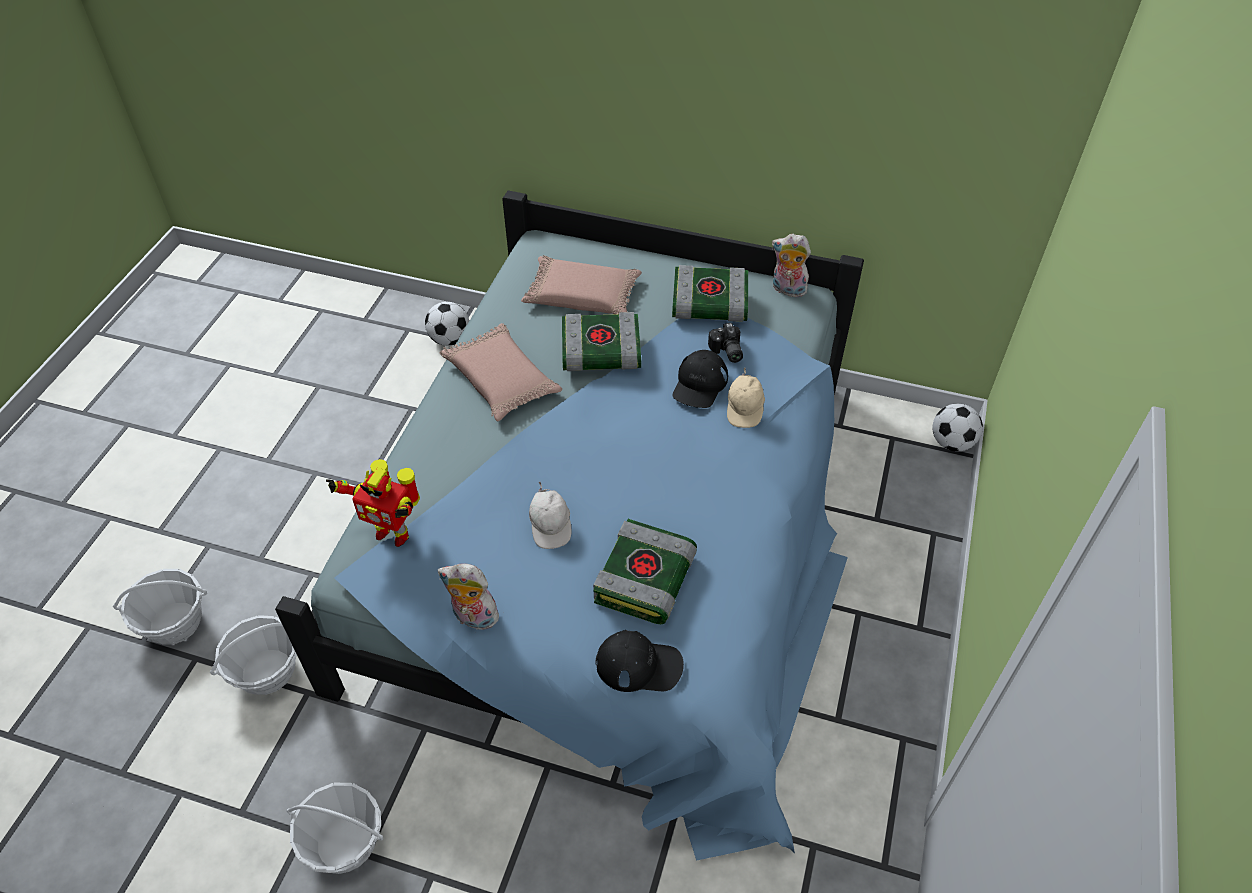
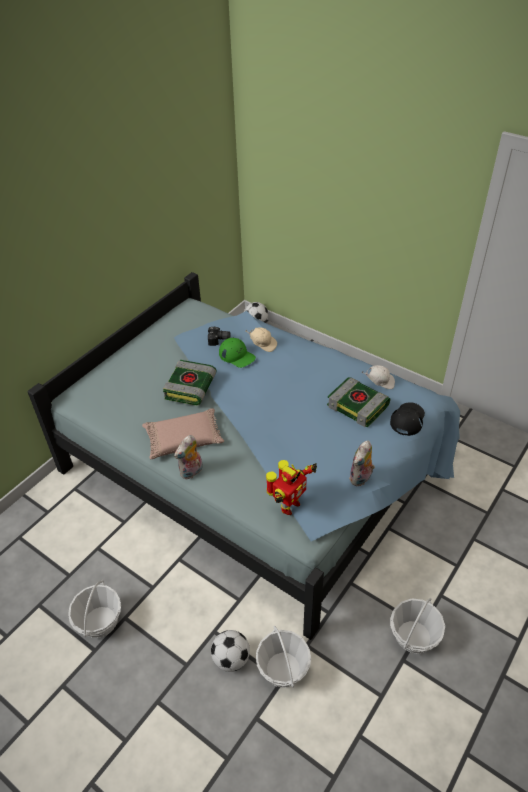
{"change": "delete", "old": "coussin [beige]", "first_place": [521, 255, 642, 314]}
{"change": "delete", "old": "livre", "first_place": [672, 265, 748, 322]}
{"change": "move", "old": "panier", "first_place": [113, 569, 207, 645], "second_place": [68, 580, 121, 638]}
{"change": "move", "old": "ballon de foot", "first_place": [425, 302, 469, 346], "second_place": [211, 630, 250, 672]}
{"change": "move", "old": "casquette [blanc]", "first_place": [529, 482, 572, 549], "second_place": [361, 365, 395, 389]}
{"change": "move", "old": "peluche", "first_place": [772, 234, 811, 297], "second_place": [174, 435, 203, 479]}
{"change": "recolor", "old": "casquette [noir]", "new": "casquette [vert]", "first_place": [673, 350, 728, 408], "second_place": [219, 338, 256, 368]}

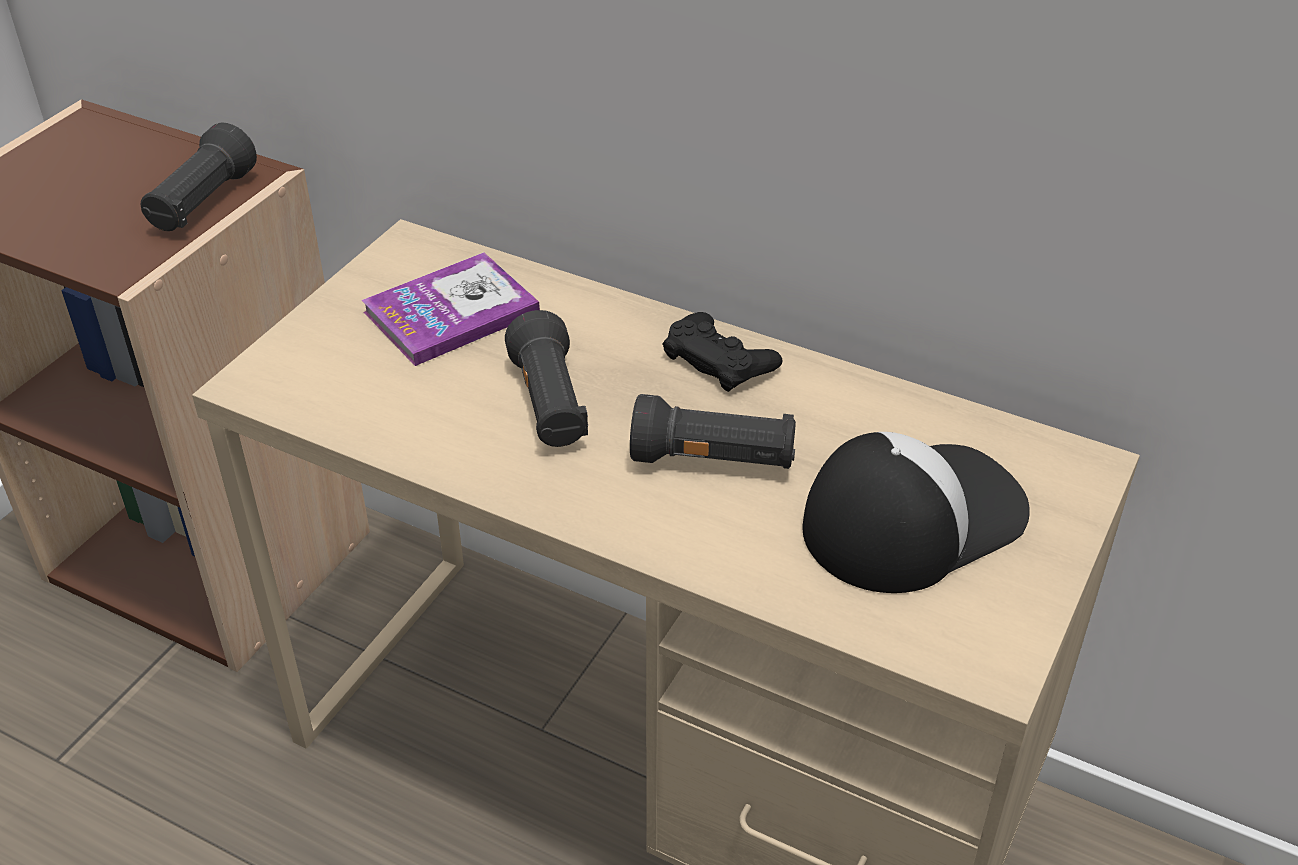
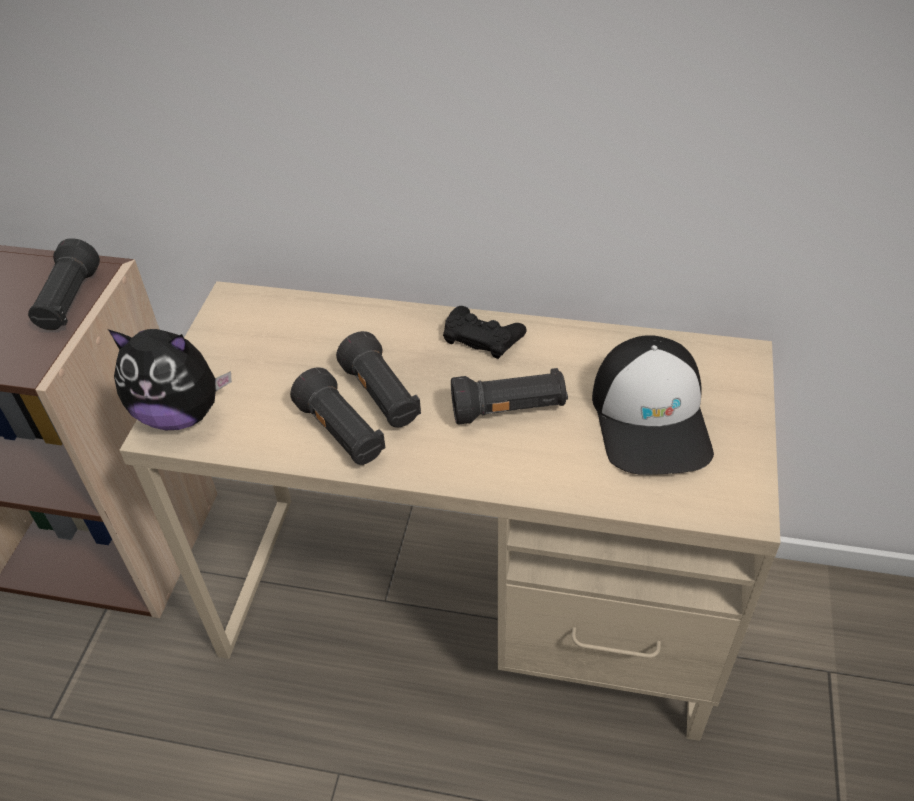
{"change": "delete", "old": "livre", "first_place": [362, 252, 540, 366]}
{"change": "insert", "new": "peluche", "second_place": [108, 329, 232, 430]}
{"change": "insert", "new": "lampe de poche [noir]", "second_place": [290, 367, 385, 465]}
{"change": "rotate", "old": "casquette", "first_place": [803, 432, 1030, 593], "second_place": [592, 335, 714, 475], "degrees": 135}

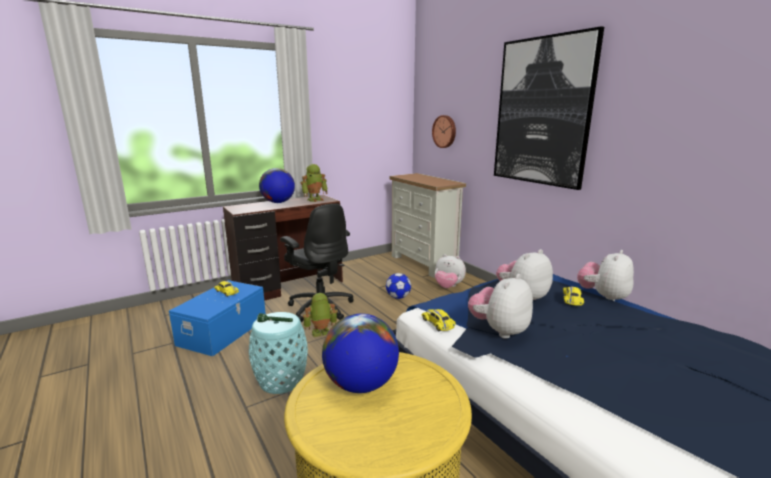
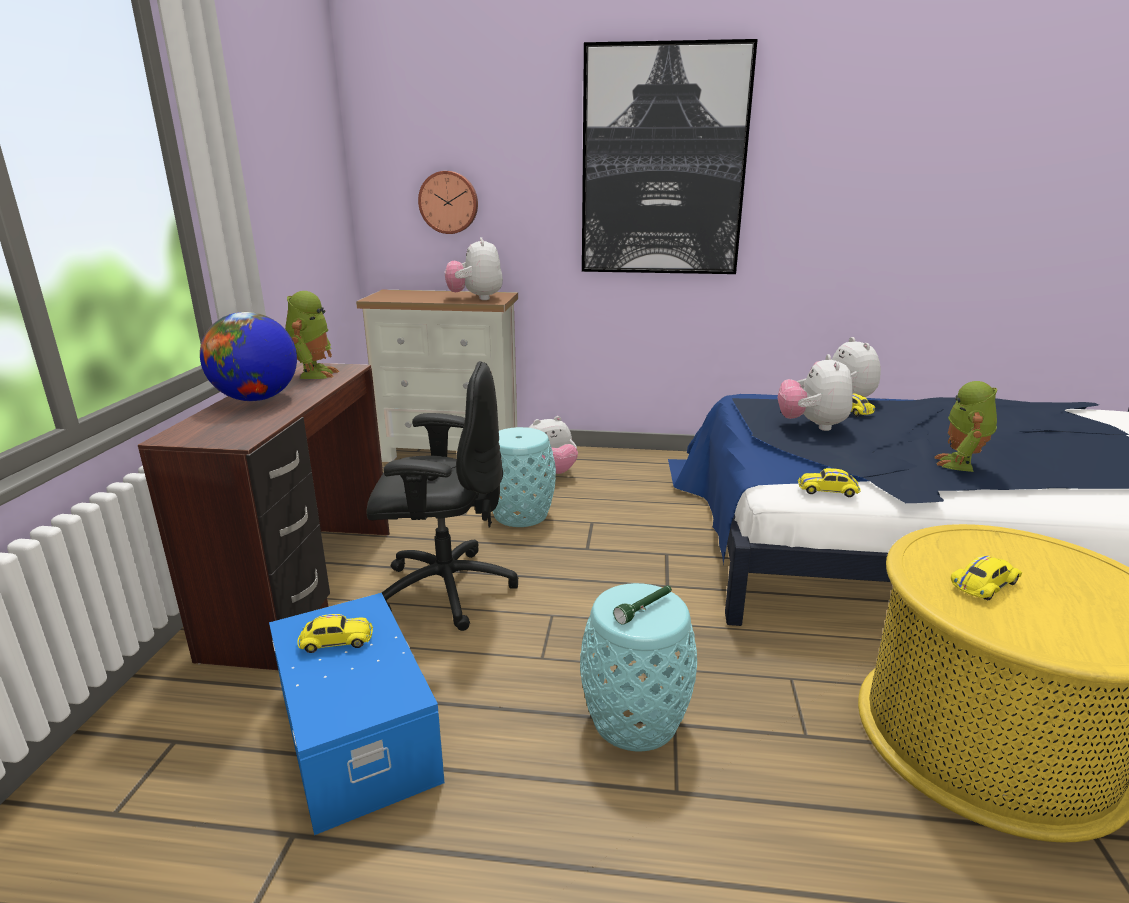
{"change": "move", "old": "robot jouet", "first_place": [303, 293, 338, 337], "second_place": [934, 381, 997, 472]}
{"change": "move", "old": "peluche", "first_place": [468, 274, 533, 339], "second_place": [445, 237, 503, 300]}
{"change": "replace", "old": "globe", "new": "petite voiture [jaune]", "first_place": [322, 313, 399, 393], "second_place": [951, 555, 1022, 601]}
{"change": "replace", "old": "ballon de foot", "new": "tabouret [turquoise]", "first_place": [386, 273, 411, 299], "second_place": [493, 427, 556, 527]}

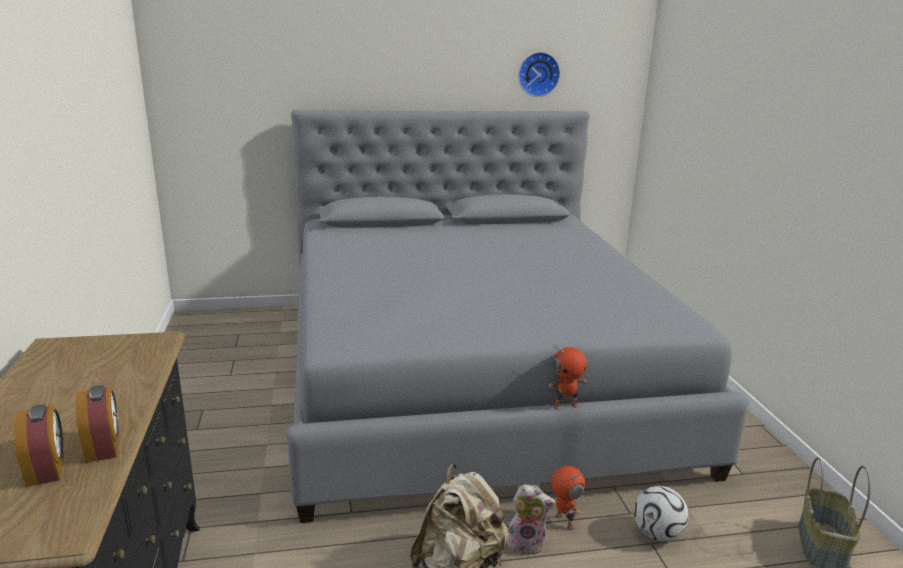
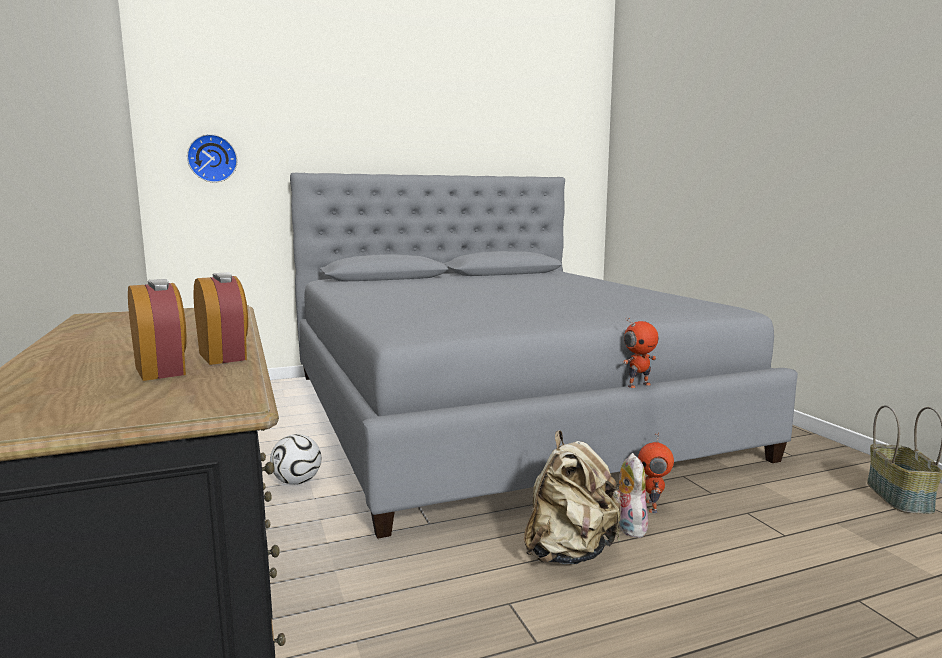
{"change": "move", "old": "horloge murale", "first_place": [518, 52, 560, 97], "second_place": [187, 134, 237, 183]}
{"change": "move", "old": "ballon de foot", "first_place": [634, 486, 689, 541], "second_place": [270, 434, 321, 485]}
{"change": "rotate", "old": "peluche", "first_place": [507, 484, 556, 555], "second_place": [613, 453, 648, 538], "degrees": -90}
{"change": "rotate", "old": "robot jouet", "first_place": [551, 466, 585, 530], "second_place": [638, 432, 674, 513], "degrees": -135}

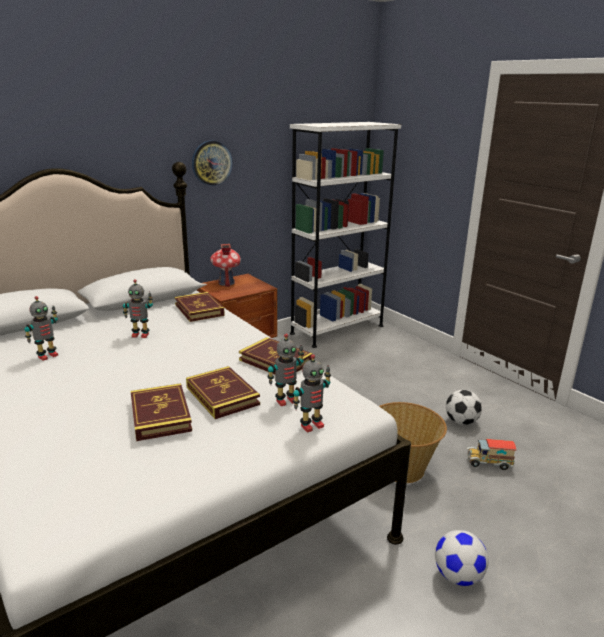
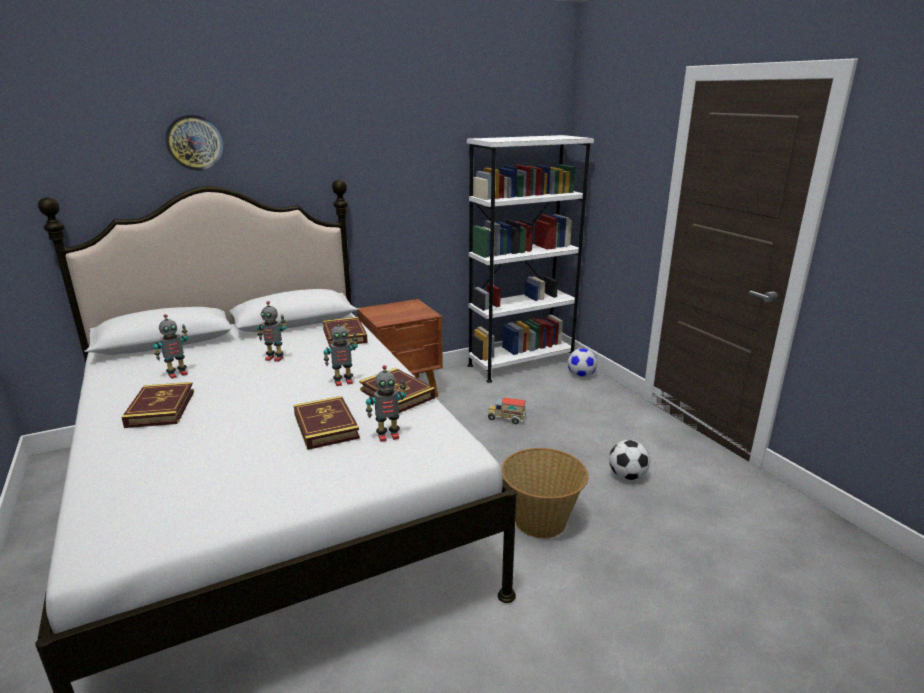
{"change": "delete", "old": "maison miniature", "first_place": [210, 244, 241, 287]}
{"change": "move", "old": "livre", "first_place": [131, 383, 192, 441], "second_place": [121, 382, 194, 428]}
{"change": "move", "old": "horloge murale", "first_place": [192, 140, 233, 186], "second_place": [165, 114, 224, 171]}
{"change": "move", "old": "robot jouet", "first_place": [293, 354, 331, 433], "second_place": [323, 320, 358, 386]}
{"change": "move", "old": "ballon de foot", "first_place": [435, 530, 489, 586], "second_place": [568, 348, 597, 377]}
{"change": "move", "old": "camion jouet", "first_place": [467, 439, 517, 470], "second_place": [487, 397, 526, 424]}

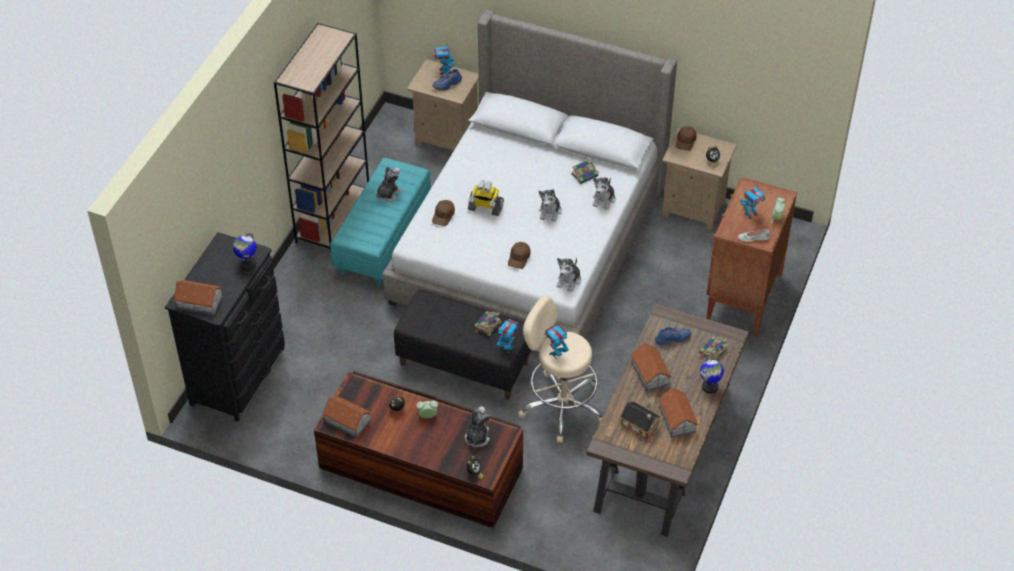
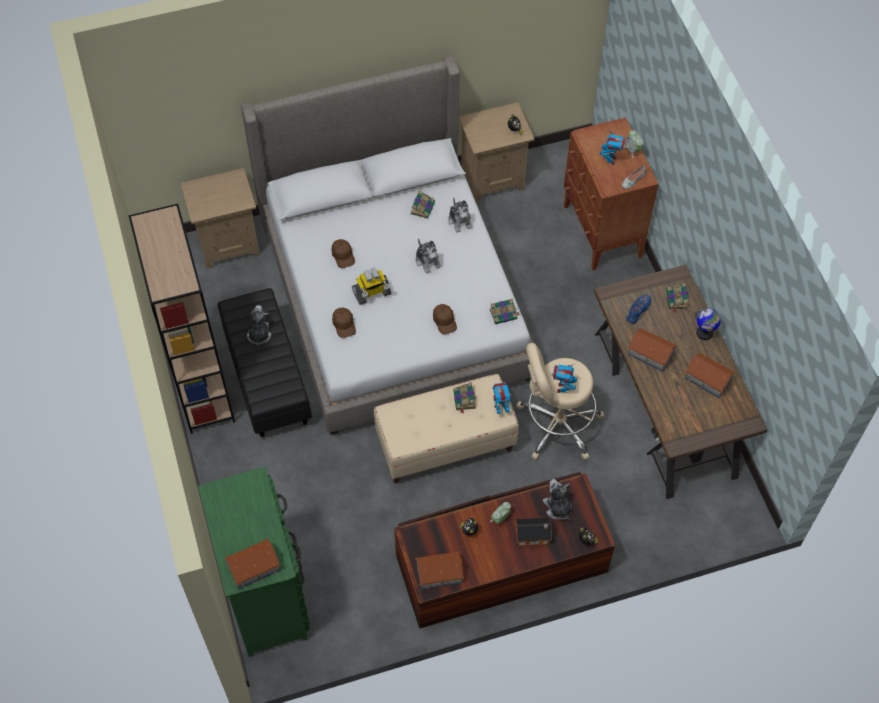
{"change": "delete", "old": "globe", "first_place": [233, 233, 256, 270]}
{"change": "delete", "old": "chaussure [bleu]", "first_place": [432, 69, 462, 91]}
{"change": "delete", "old": "robot jouet", "first_place": [433, 45, 455, 75]}
{"change": "move", "old": "maison miniature", "first_place": [620, 401, 660, 439], "second_place": [515, 517, 552, 546]}
{"change": "move", "old": "casquette [marron]", "first_place": [676, 126, 696, 151], "second_place": [332, 239, 355, 268]}
{"change": "replace", "old": "peluche", "new": "livre", "first_place": [557, 258, 581, 292], "second_place": [490, 298, 520, 324]}
{"change": "recolor", "old": "commode [noir]", "new": "commode [vert]", "first_place": [165, 232, 285, 422], "second_place": [198, 467, 310, 657]}
{"change": "recolor", "old": "pouf [turquoise]", "new": "pouf [noir]", "first_place": [330, 158, 431, 287], "second_place": [218, 288, 312, 437]}
{"change": "recolor", "old": "banc [noir]", "new": "banc [beige]", "first_place": [394, 289, 531, 400], "second_place": [374, 374, 519, 483]}

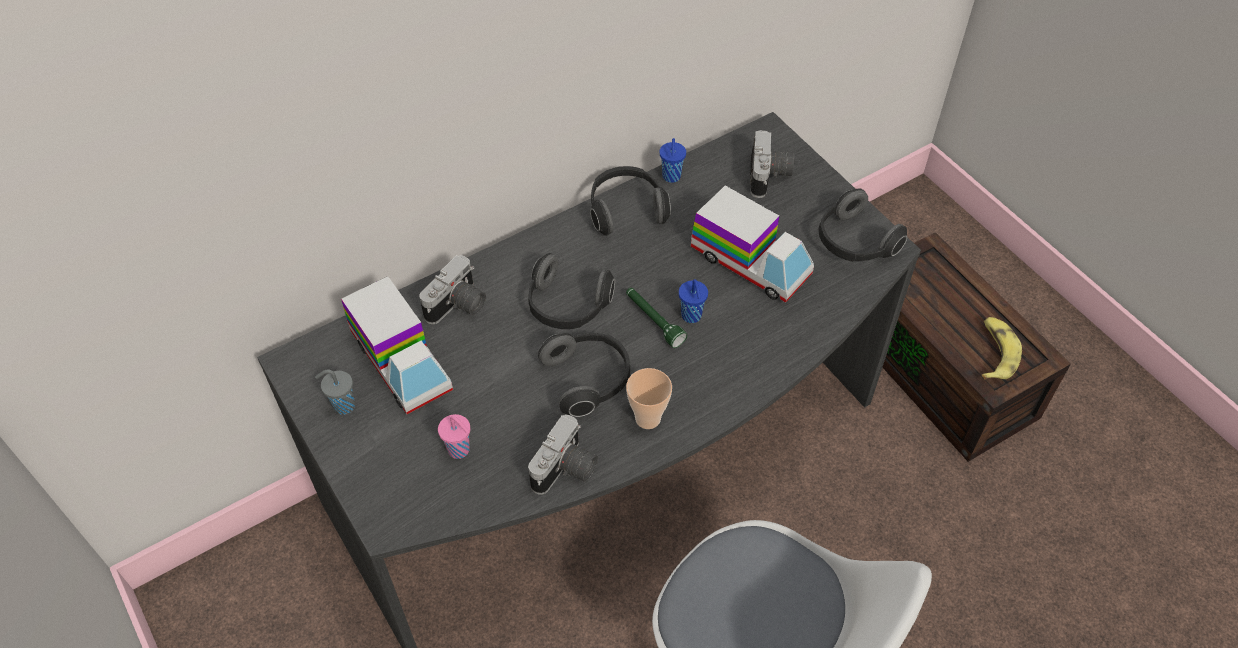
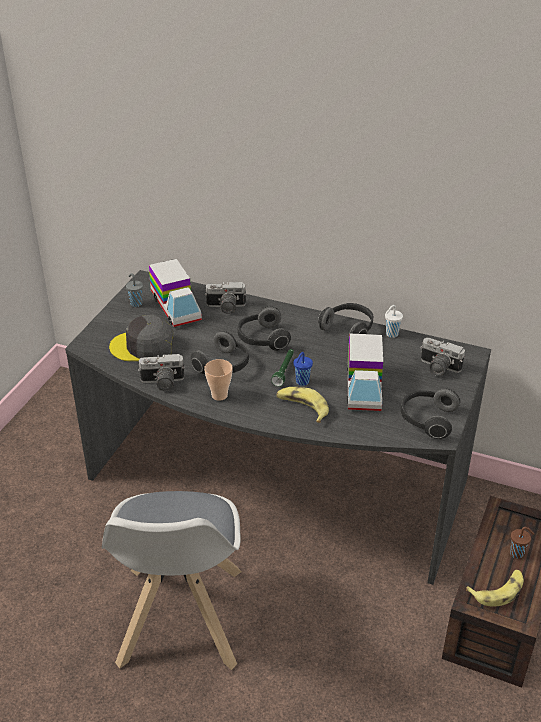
{"change": "insert", "new": "banane", "second_place": [277, 387, 329, 423]}
{"change": "insert", "new": "tasse [marron]", "second_place": [510, 527, 534, 559]}
{"change": "replace", "old": "tasse [rose]", "new": "casquette [gris]", "first_place": [438, 414, 470, 459], "second_place": [109, 315, 175, 361]}
{"change": "recolor", "old": "tasse [bleu]", "new": "tasse [blanc]", "first_place": [659, 138, 686, 183], "second_place": [385, 305, 403, 338]}
{"change": "rotate", "old": "camion jouet", "first_place": [341, 276, 453, 414], "second_place": [149, 259, 202, 327], "degrees": -45}
{"change": "rotate", "old": "appareil photo", "first_place": [750, 130, 794, 198], "second_place": [420, 338, 465, 376], "degrees": 60}

